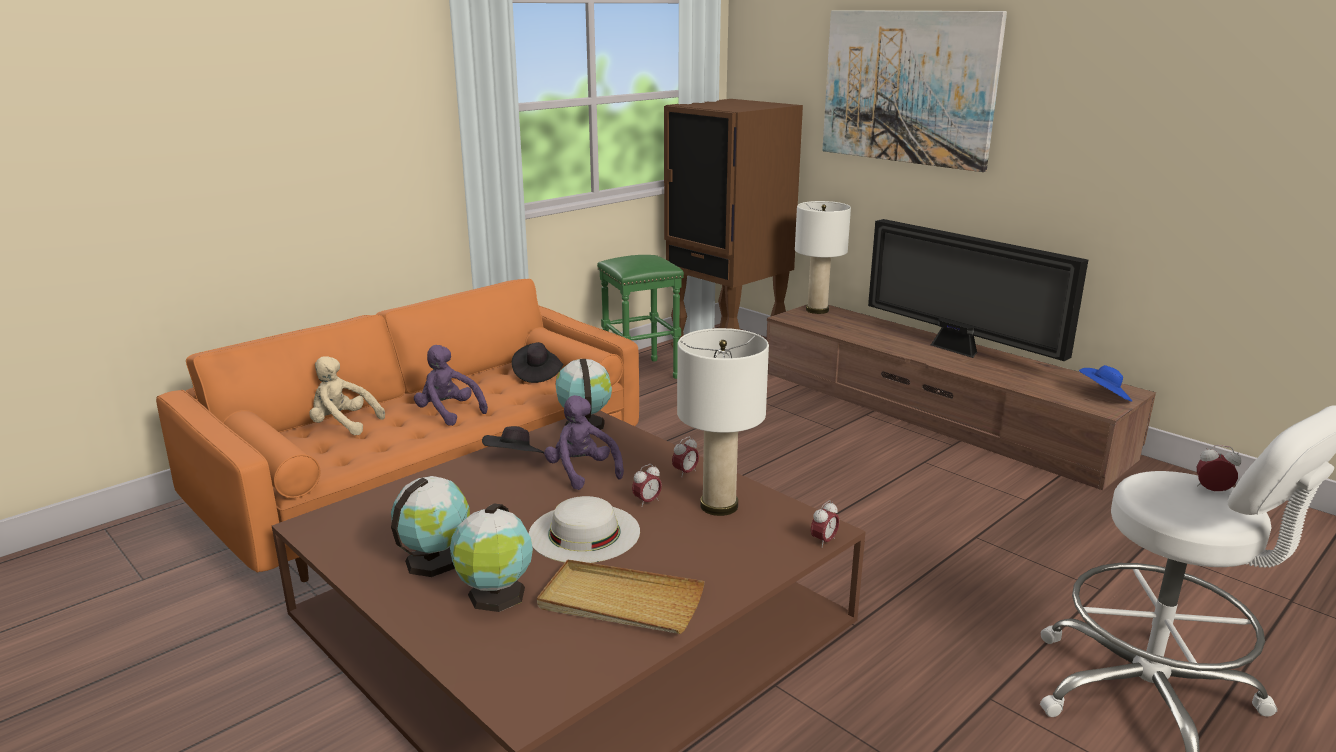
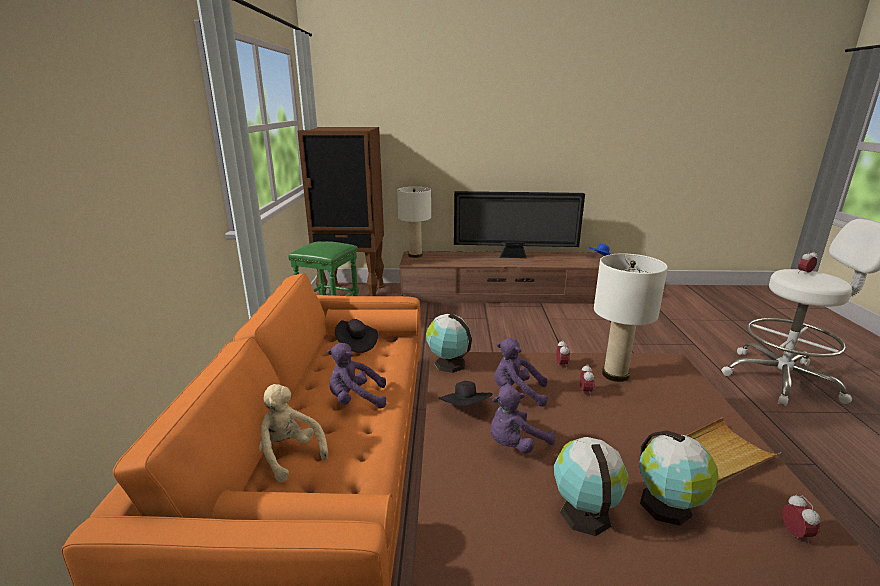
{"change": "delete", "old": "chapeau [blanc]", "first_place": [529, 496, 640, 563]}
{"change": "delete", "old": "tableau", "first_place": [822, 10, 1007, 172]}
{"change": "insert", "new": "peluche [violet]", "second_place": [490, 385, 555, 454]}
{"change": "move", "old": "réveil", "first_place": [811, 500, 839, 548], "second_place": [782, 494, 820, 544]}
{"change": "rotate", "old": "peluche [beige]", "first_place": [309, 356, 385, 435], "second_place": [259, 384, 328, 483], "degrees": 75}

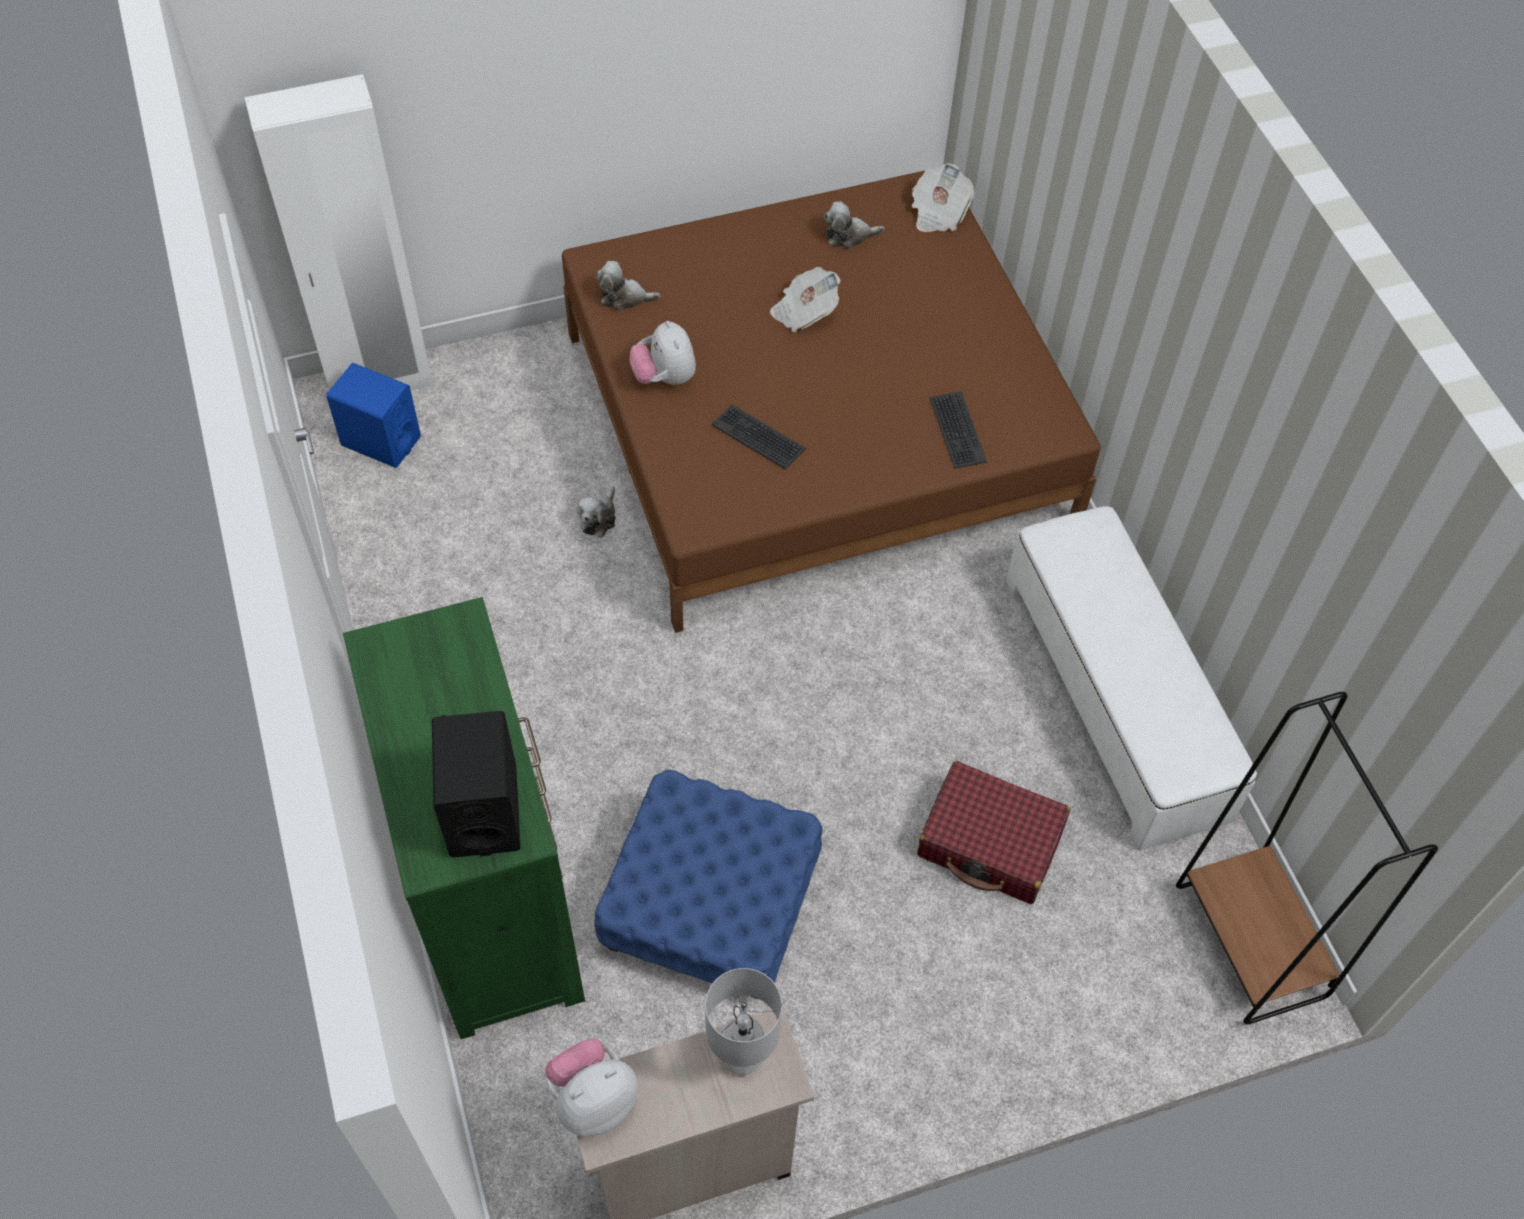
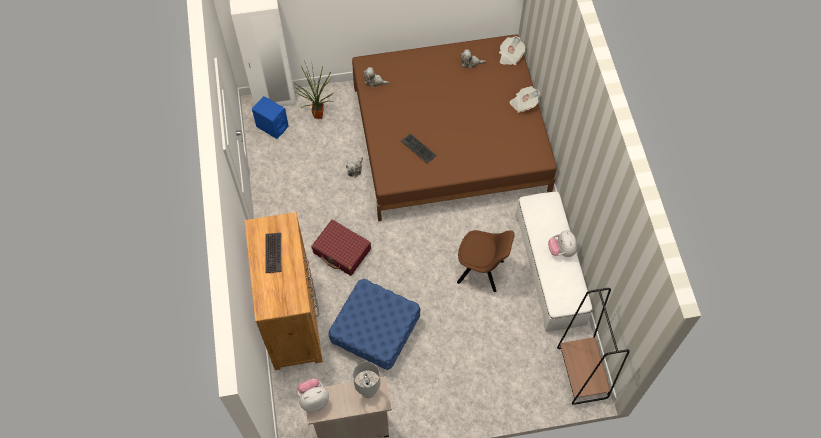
{"change": "delete", "old": "enceinte [noir]", "first_place": [432, 711, 520, 857]}
{"change": "insert", "new": "plante en pot", "second_place": [295, 61, 333, 119]}
{"change": "insert", "new": "chaise [marron]", "second_place": [457, 230, 515, 293]}
{"change": "move", "old": "peluche", "first_place": [630, 321, 696, 385], "second_place": [548, 230, 577, 257]}
{"change": "move", "old": "journal", "first_place": [770, 267, 841, 333], "second_place": [510, 86, 540, 113]}
{"change": "move", "old": "valise [rouge]", "first_place": [917, 761, 1070, 904], "second_place": [311, 220, 371, 276]}
{"change": "move", "old": "clavier", "first_place": [930, 391, 987, 469], "second_place": [265, 233, 281, 273]}
{"change": "recolor", "old": "commode [vert]", "new": "commode [marron]", "first_place": [343, 597, 585, 1039], "second_place": [244, 212, 323, 370]}

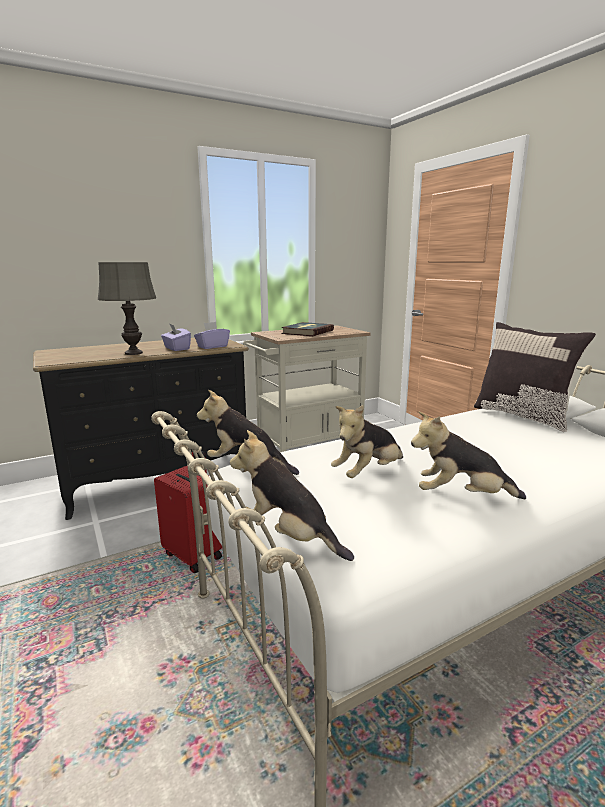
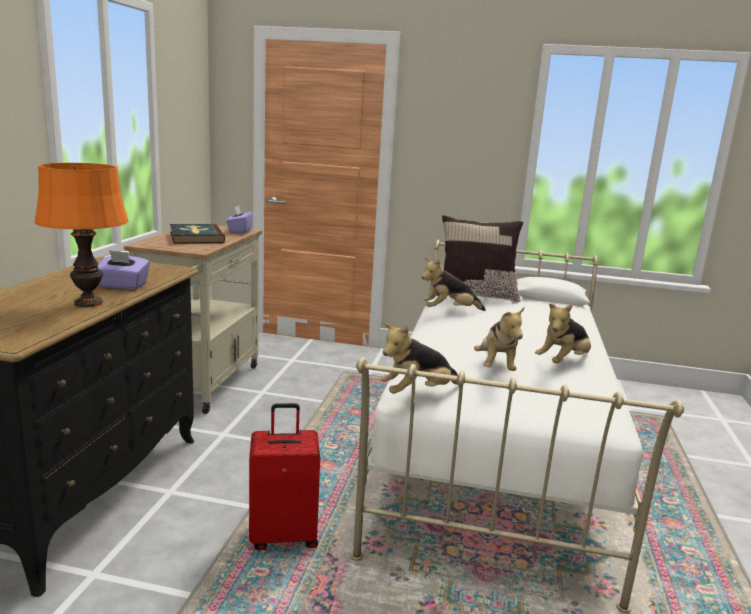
{"change": "move", "old": "boîte à mouchoirs [violet]", "first_place": [194, 322, 230, 349], "second_place": [226, 206, 253, 234]}
{"change": "move", "old": "peluche", "first_place": [230, 430, 354, 561], "second_place": [421, 258, 486, 311]}
{"change": "recolor", "old": "lampe de table [gris]", "new": "lampe de table [orange]", "first_place": [98, 262, 156, 355], "second_place": [35, 163, 129, 307]}

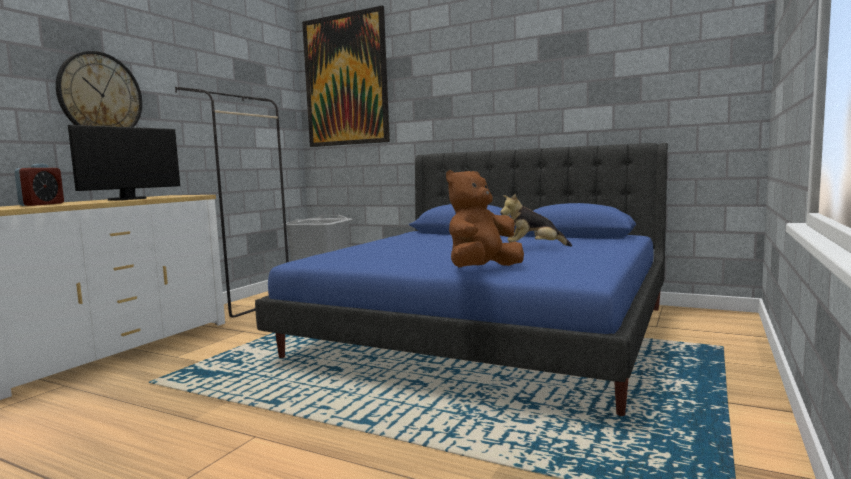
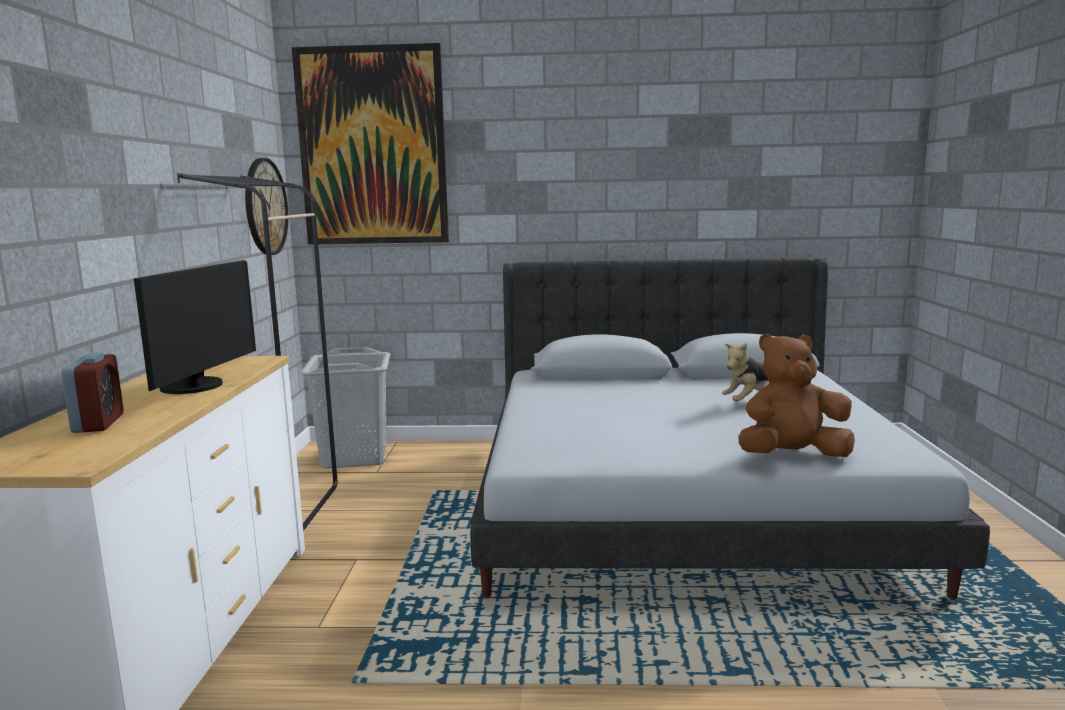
{"change": "move", "old": "horloge murale", "first_place": [56, 51, 142, 127], "second_place": [245, 158, 288, 255]}
{"change": "recolor", "old": "lit [bleu]", "new": "lit [gris]", "first_place": [255, 143, 668, 416], "second_place": [470, 258, 990, 599]}
{"change": "rotate", "old": "peluche [marron]", "first_place": [446, 170, 524, 267], "second_place": [738, 333, 855, 457], "degrees": 60}

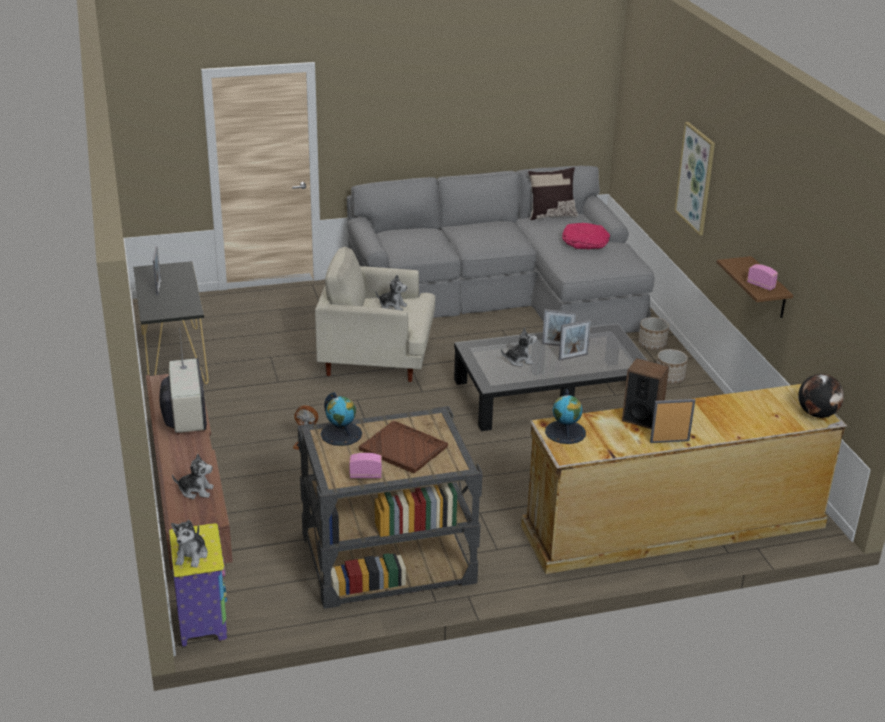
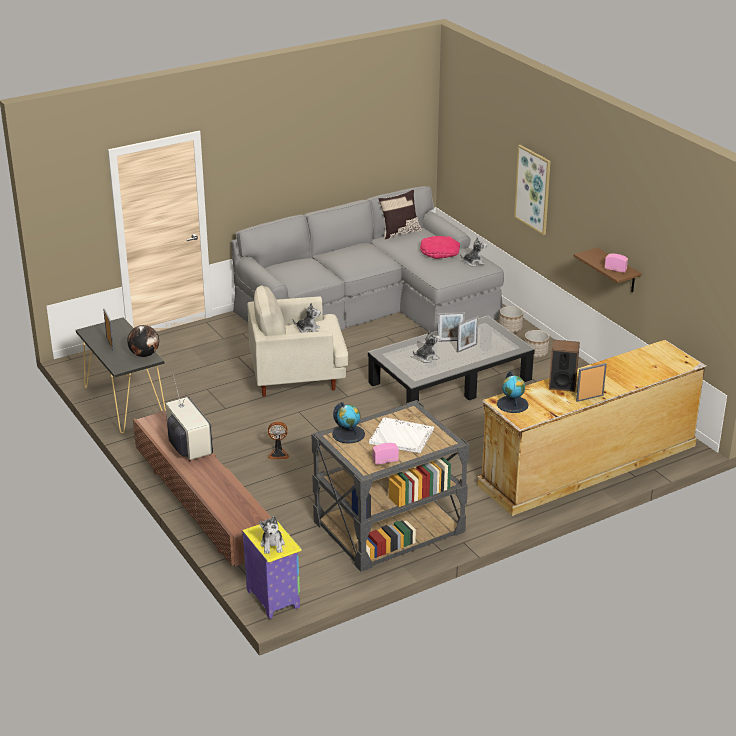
{"change": "move", "old": "peluche", "first_place": [172, 454, 214, 499], "second_place": [460, 237, 487, 267]}
{"change": "move", "old": "globe", "first_place": [798, 374, 844, 418], "second_place": [127, 325, 159, 357]}
{"change": "recolor", "old": "plateau [marron]", "new": "plateau [blanc]", "first_place": [359, 421, 448, 473], "second_place": [369, 417, 434, 453]}

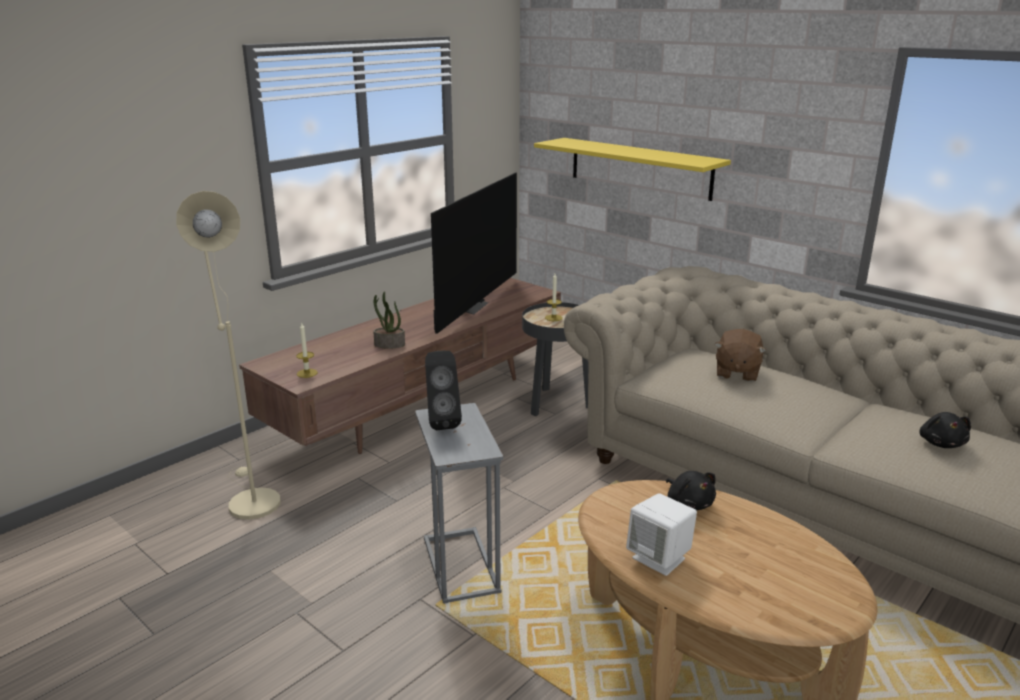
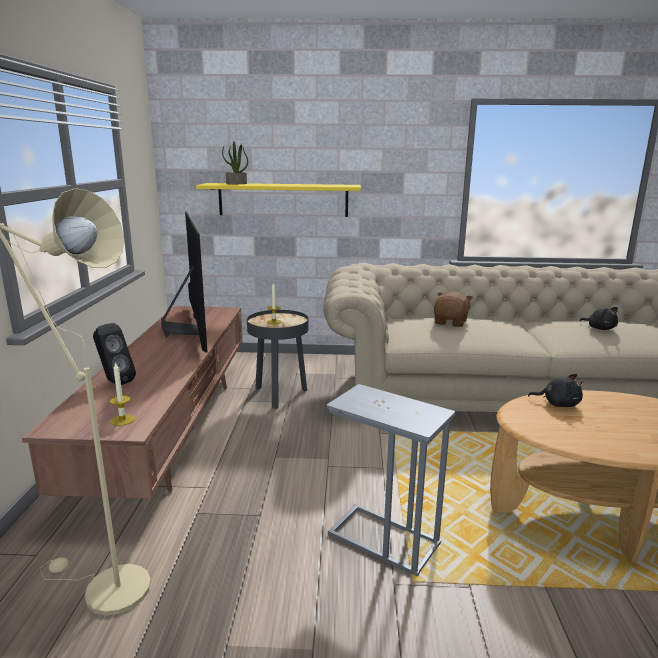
{"change": "delete", "old": "enceinte [blanc]", "first_place": [626, 493, 697, 576]}
{"change": "move", "old": "plante en pot", "first_place": [373, 291, 405, 349], "second_place": [222, 141, 248, 184]}
{"change": "move", "old": "enceinte [noir]", "first_place": [425, 351, 462, 430], "second_place": [93, 323, 136, 385]}
{"change": "rotate", "old": "peluche [marron]", "first_place": [714, 329, 767, 382], "second_place": [434, 291, 473, 327], "degrees": -135}

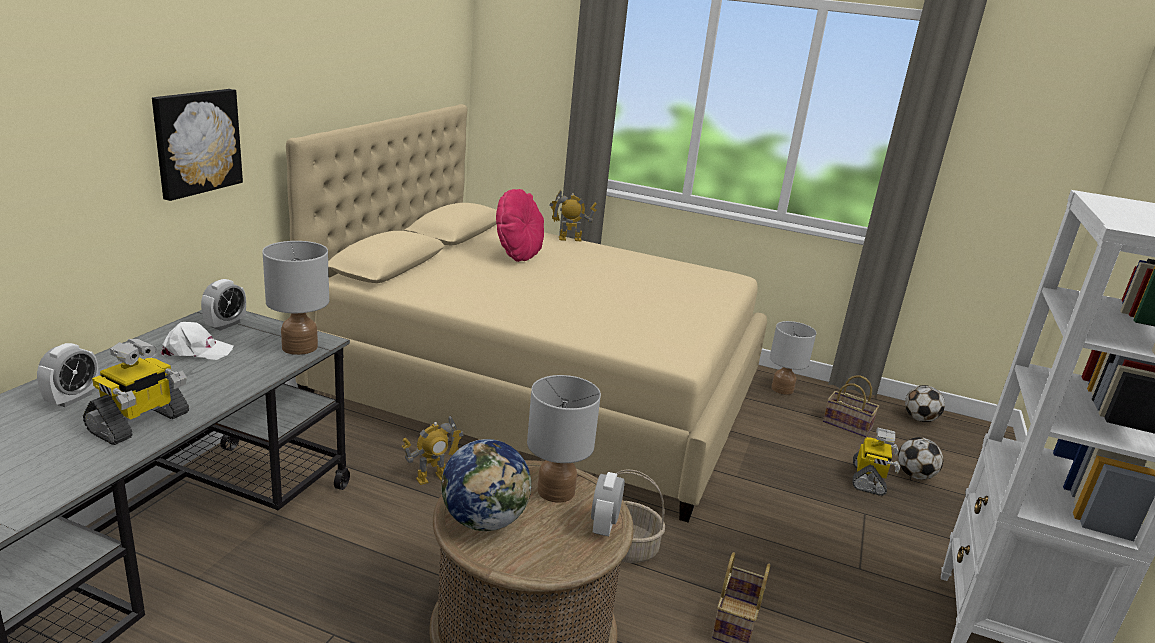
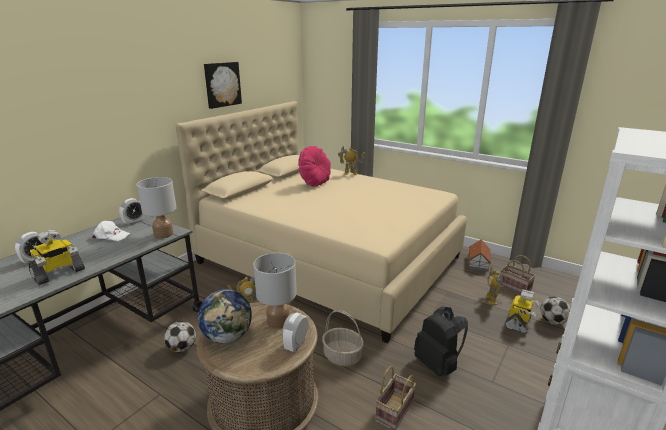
{"change": "insert", "new": "sac à dos [noir]", "second_place": [414, 306, 468, 377]}
{"change": "insert", "new": "robot jouet", "second_place": [486, 267, 503, 305]}
{"change": "move", "old": "tableau", "first_place": [152, 89, 243, 201], "second_place": [204, 62, 242, 109]}
{"change": "move", "old": "ballon de foot", "first_place": [905, 385, 945, 422], "second_place": [164, 321, 196, 352]}
{"change": "replace", "old": "lampe de table [gris]", "new": "maison miniature", "first_place": [770, 321, 816, 395], "second_place": [468, 240, 491, 271]}

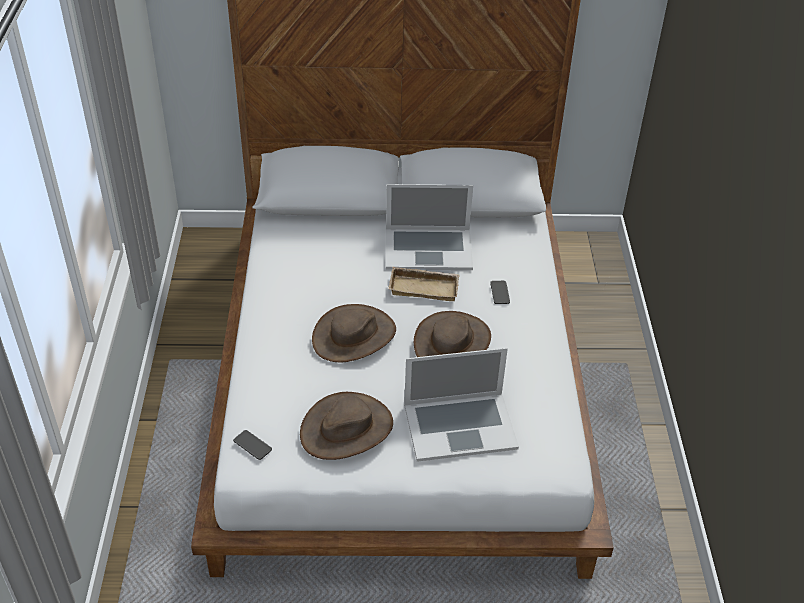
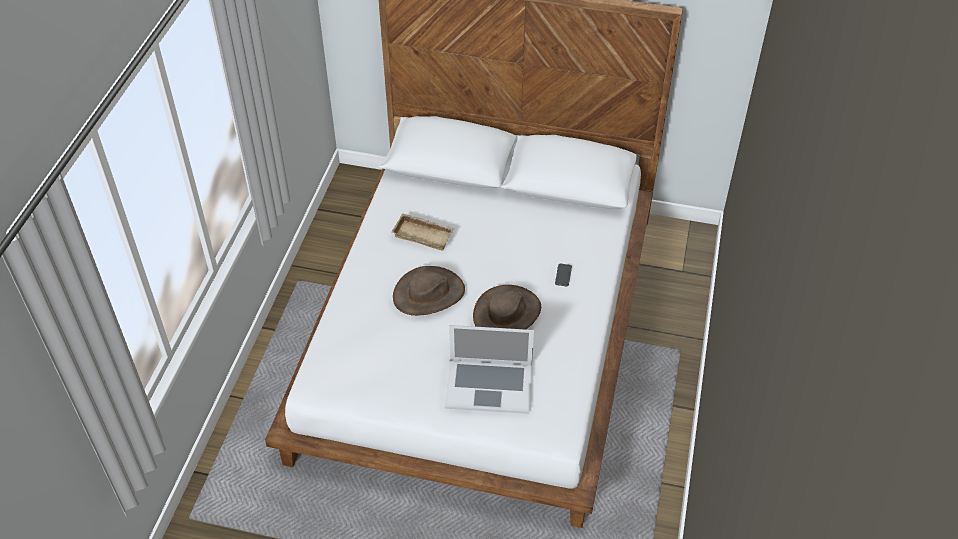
{"change": "delete", "old": "téléphone", "first_place": [233, 430, 272, 460]}
{"change": "delete", "old": "chapeau [marron]", "first_place": [300, 392, 393, 460]}
{"change": "delete", "old": "ordinateur portable", "first_place": [386, 184, 473, 270]}
{"change": "move", "old": "plateau [beige]", "first_place": [389, 267, 460, 301], "second_place": [391, 213, 455, 251]}

